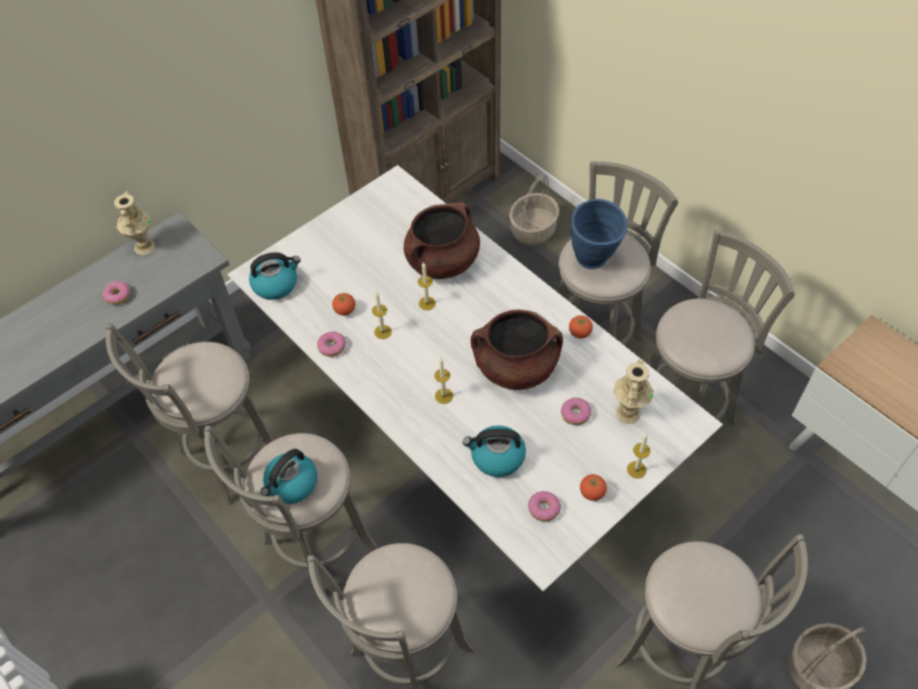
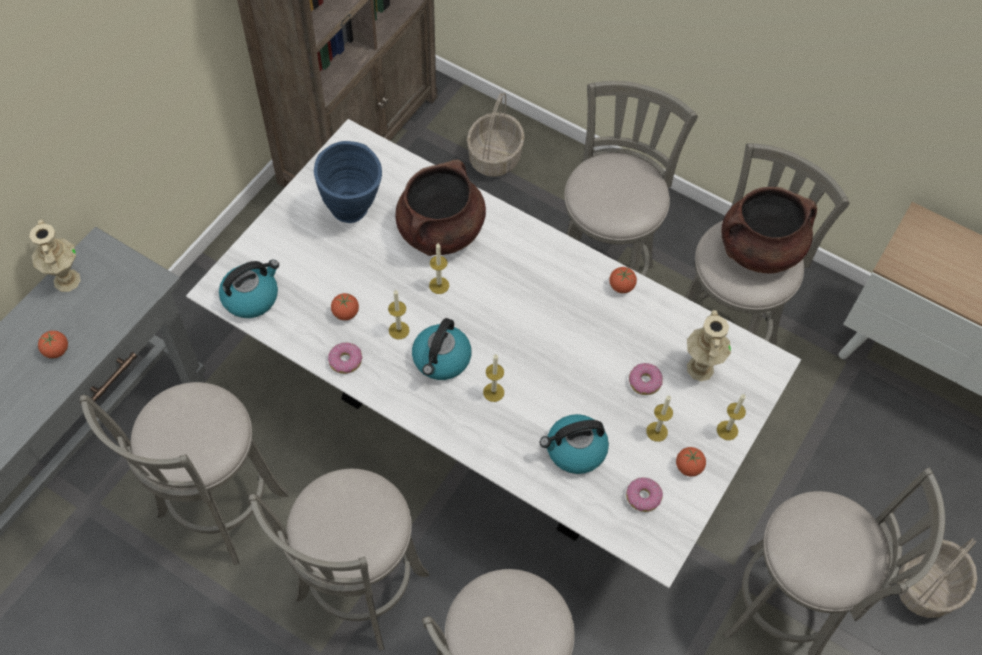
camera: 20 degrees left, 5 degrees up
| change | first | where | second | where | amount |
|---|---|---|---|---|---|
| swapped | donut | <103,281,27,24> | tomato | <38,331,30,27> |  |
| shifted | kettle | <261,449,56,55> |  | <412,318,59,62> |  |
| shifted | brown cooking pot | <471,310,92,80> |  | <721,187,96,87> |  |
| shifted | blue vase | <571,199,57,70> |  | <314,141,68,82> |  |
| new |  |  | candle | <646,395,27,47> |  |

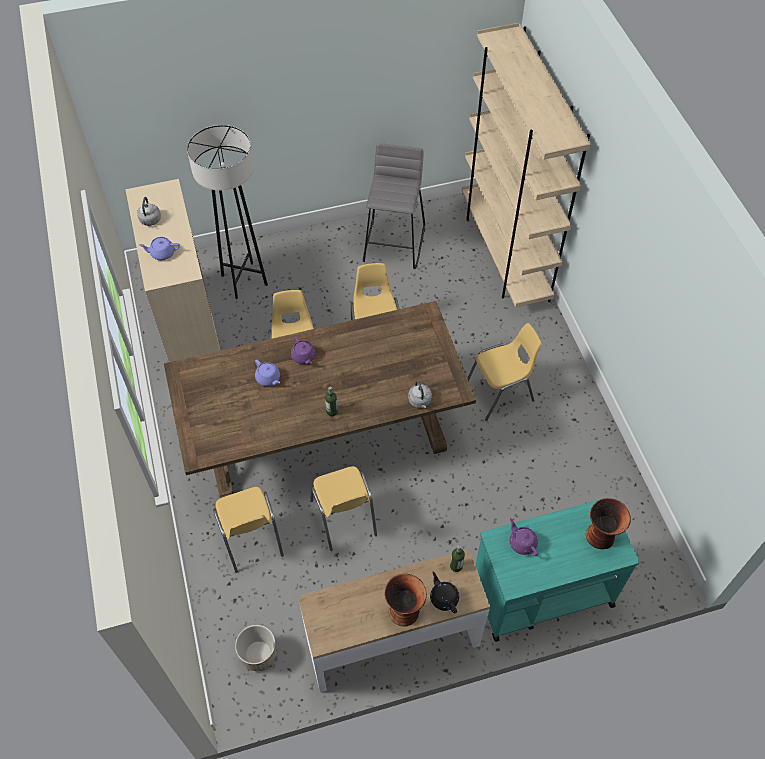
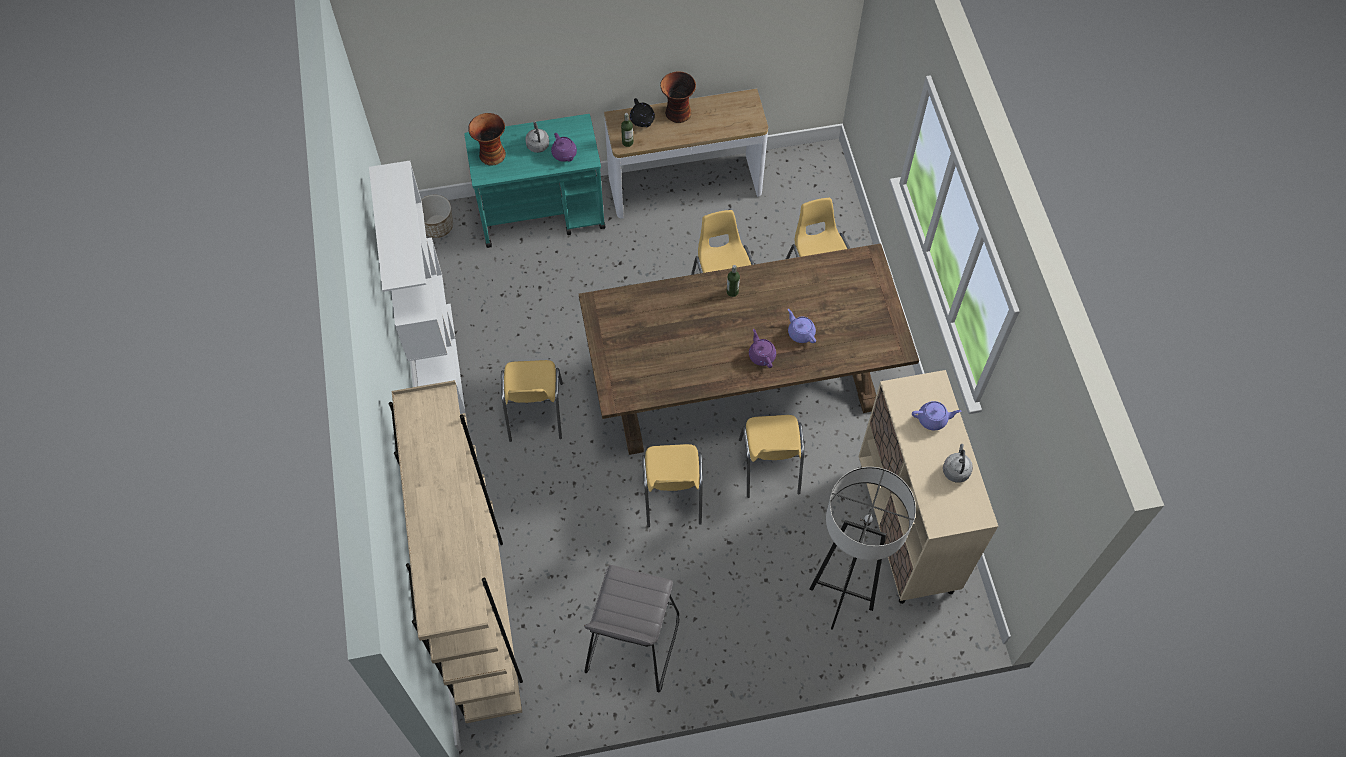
camera: 175 degrees left, 5 degrees up
| change | first | where | second | where | amount |
|---|---|---|---|---|---|
| shifted | planter | <235,625,41,46> |  | <421,195,32,43> |  |
| shifted | grey kettle | <408,380,24,28> |  | <525,121,24,32> |  |
| rotated | yellow chair | <468,323,74,98> |  | <501,360,62,82> | 75 degrees counterclockwise |
| new |  |  | white bookcase | <369,161,97,253> |  |

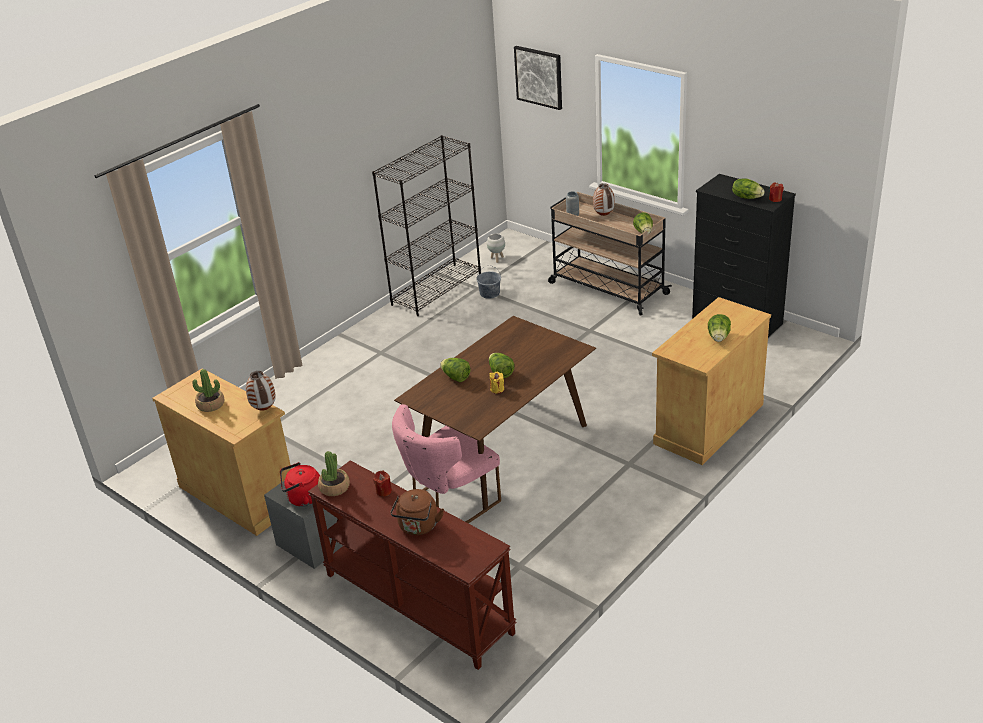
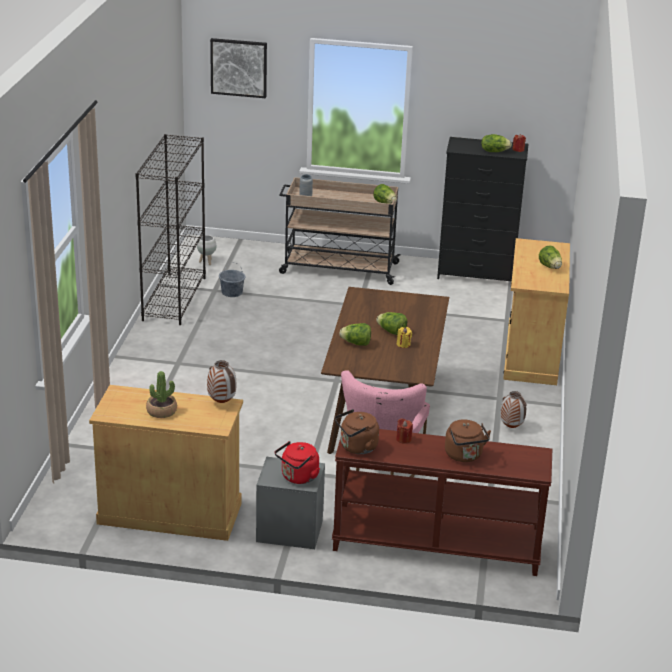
camera: 35 degrees left, 5 degrees down
| change | first | where | second | where | amount |
|---|---|---|---|---|---|
| swapped | potted plant | <318,451,32,45> | brown kettle | <335,409,44,45> |  |
| shifted | vase | <593,183,22,33> |  | <500,391,27,37> |  |

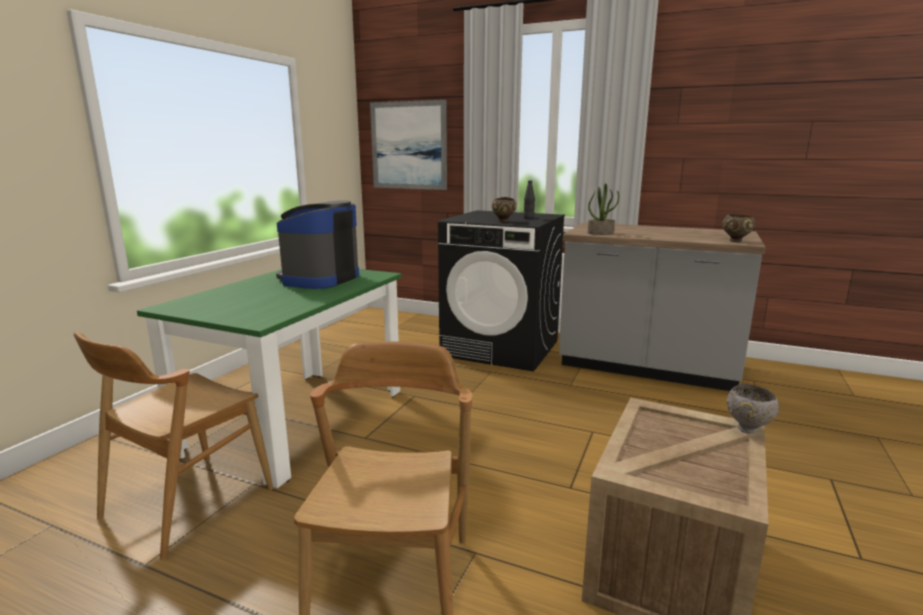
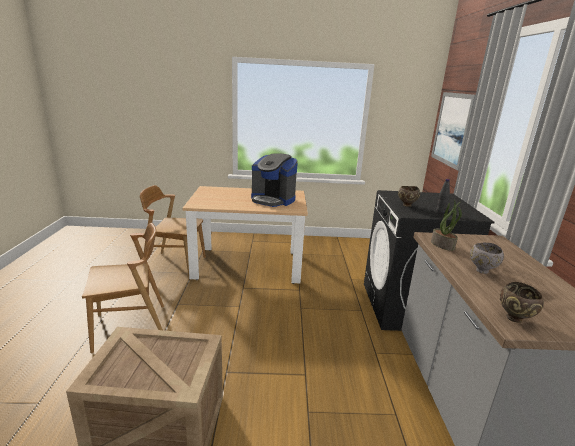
camera: 65 degrees right, 5 degrees up
| change | first | where | second | where | amount |
|---|---|---|---|---|---|
| repainted | green dining table | <137,269,265,219> | beige dining table | <182,186,126,98> |  |
| rotated | coffee machine | <276,200,83,89> |  | <251,153,47,54> | 150 degrees counterclockwise |
| shifted | grey bowl | <727,384,52,50> |  | <470,243,34,31> |  |

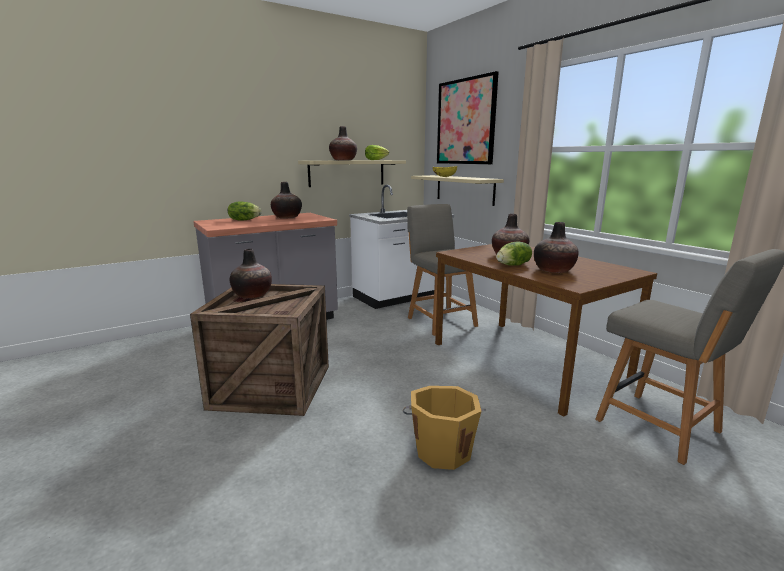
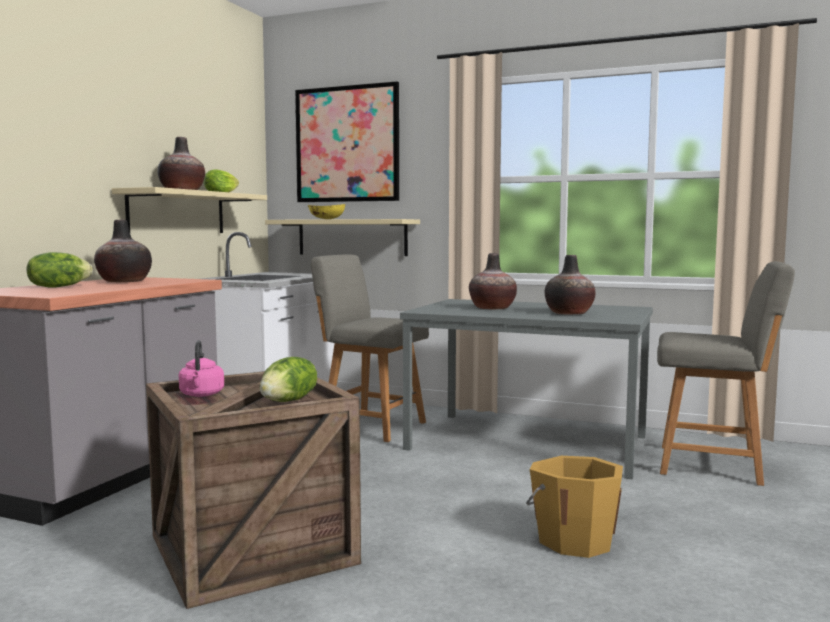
camera: 35 degrees left, 10 degrees down
| change | first | where | second | where | amount |
|---|---|---|---|---|---|
| swapped | vase | <230,249,42,49> | pink kettle | <179,340,45,57> |  |
| repainted | brown dining table | <435,244,222,173> | grey dining table | <400,299,253,181> |  |
| shifted | lettuce | <496,242,36,24> |  | <259,357,58,45> |  |

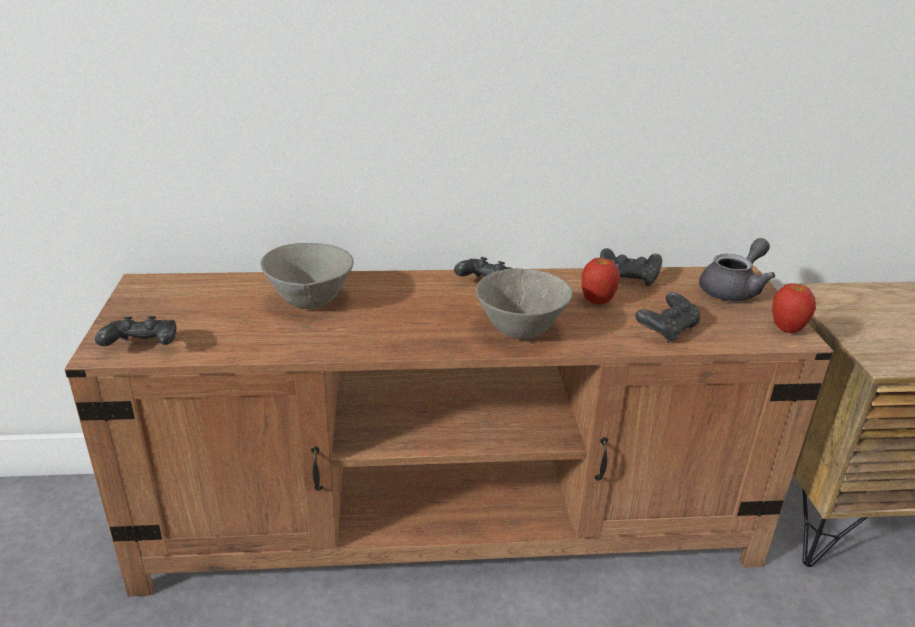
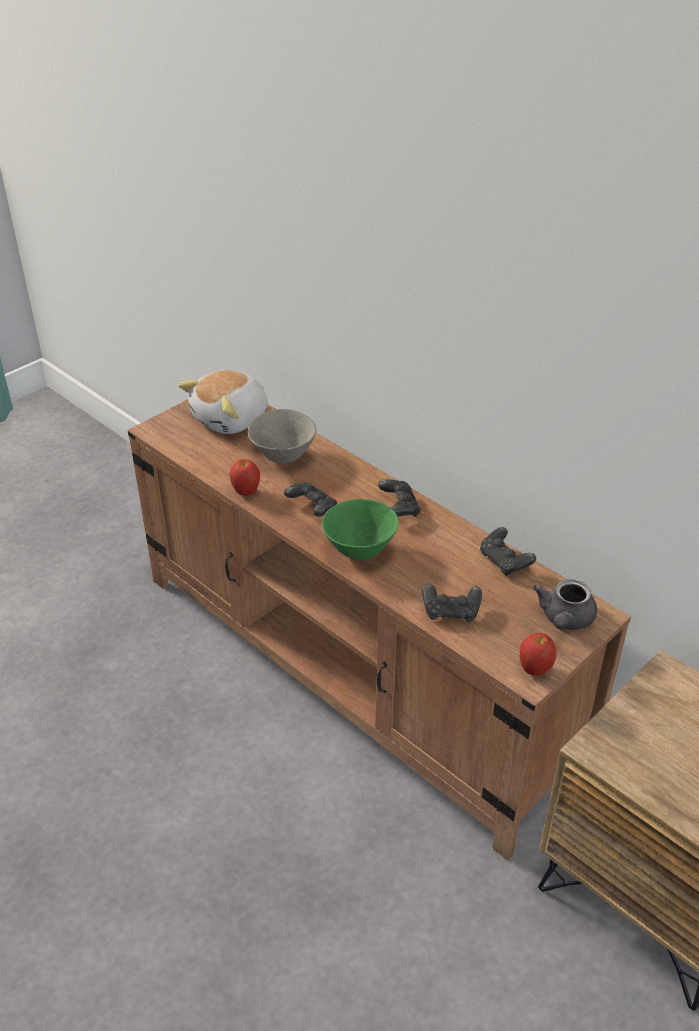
camera: 50 degrees right, 10 degrees up
| change | first | where | second | where | amount |
|---|---|---|---|---|---|
| shifted | black game controller | <95,316,82,30> |  | <284,482,53,35> |  |
| repainted | grey bowl | <476,268,97,71> | green bowl | <322,499,77,61> |  |
| shifted | apple | <582,257,38,48> |  | <229,459,31,37> |  |
| rotated | grey teapot | <699,238,76,63> |  | <533,579,64,51> | 105 degrees clockwise |
| new |  |  | plush toy | <178,370,90,64> |  |

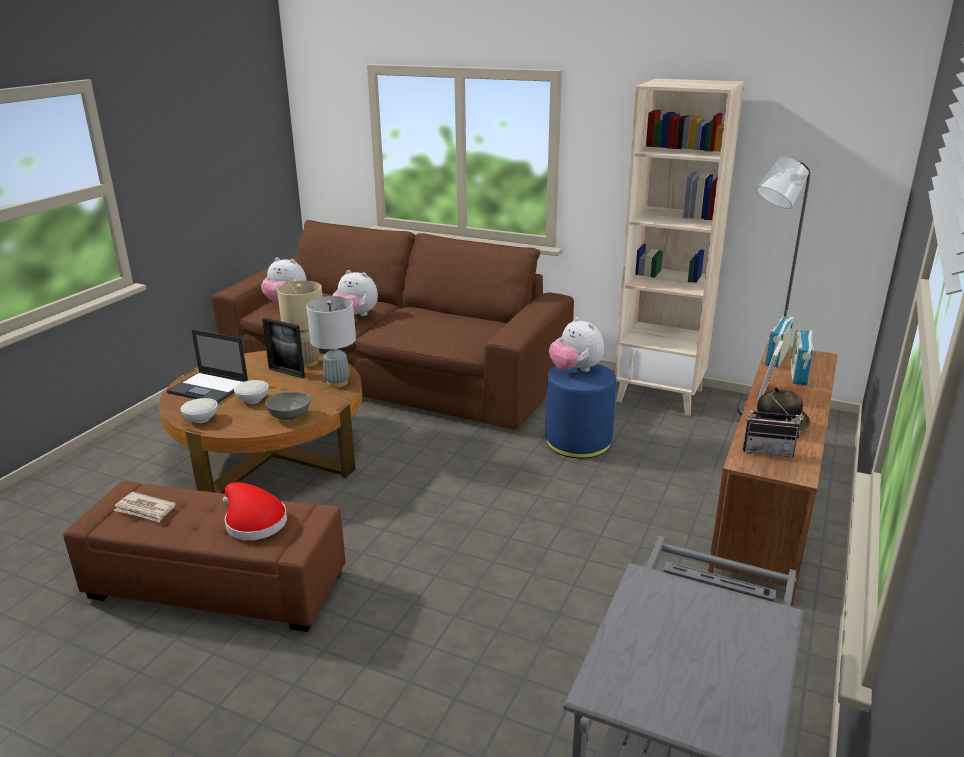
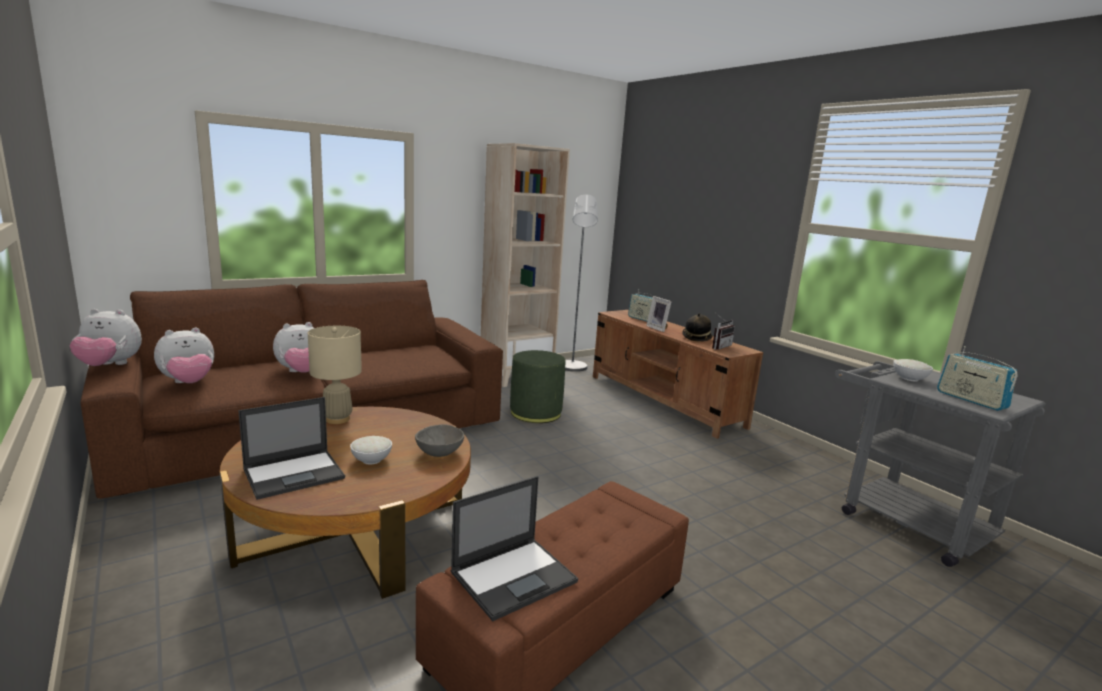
camera: 60 degrees left, 10 degrees down
| change | first | where | second | where | amount |
|---|---|---|---|---|---|
| swapped | newspaper | <113,492,63,30> | laptop | <451,476,127,145> |  |
| shifted | white bowl | <181,398,37,25> |  | <893,359,40,22> |  |
| gone | red hat | <223,482,64,58> |  |  |  |
| gone | picture frame | <262,318,43,60> |  |  |  |
| gone | grey table lamp | <306,296,50,92> |  |  |  |
| repainted | blue ottoman | <545,364,71,94> | green ottoman | <510,350,55,73> |  |
| shifted | plush toy | <549,317,55,55> |  | <70,309,72,57> |  |
| shifted | radio | <765,310,29,58> |  | <937,346,81,65> |  |

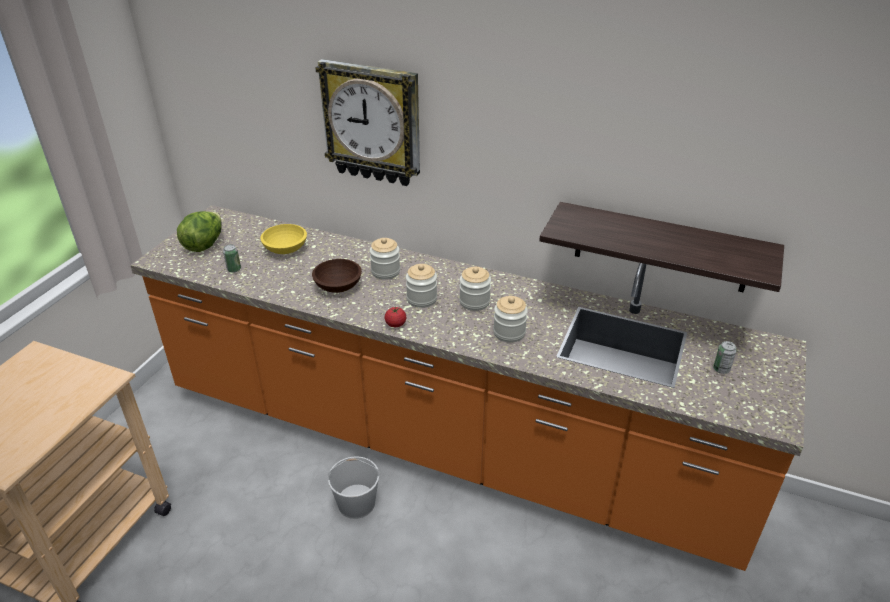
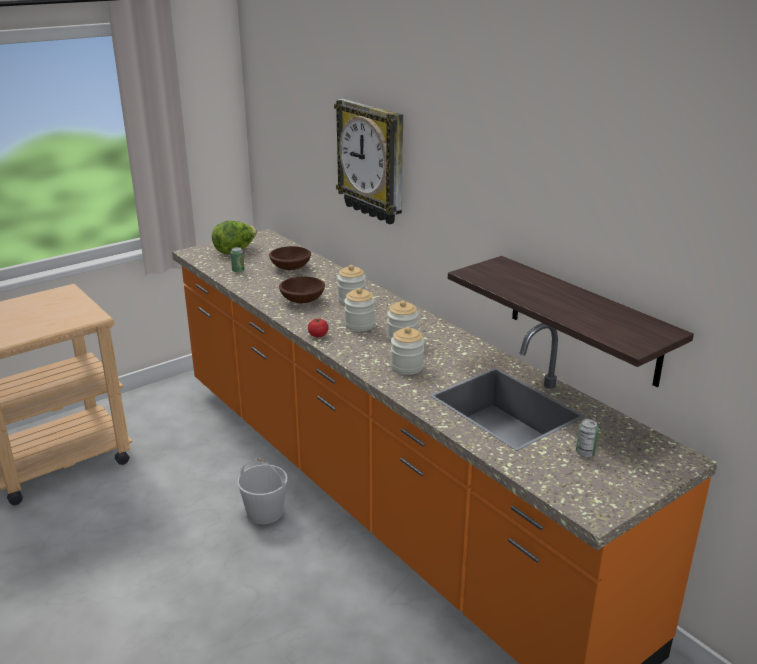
camera: 30 degrees right, 10 degrees down
| change | first | where | second | where | amount |
|---|---|---|---|---|---|
| repainted | yellow bowl | <260,224,47,30> | brown bowl | <269,246,42,24> |  |

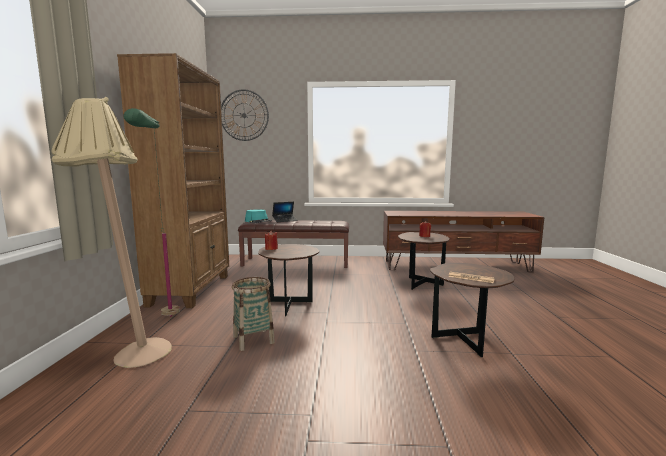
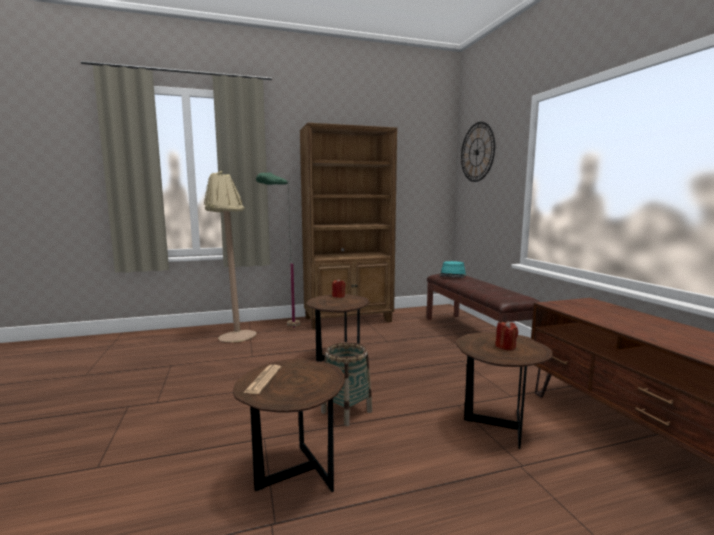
camera: 70 degrees right, 0 degrees up
| change | first | where | second | where | amount |
|---|---|---|---|---|---|
| shifted | basket | <232,277,43,74> |  | <321,342,51,84> |  |
| gone | laptop | <272,202,25,20> |  |  |  |

